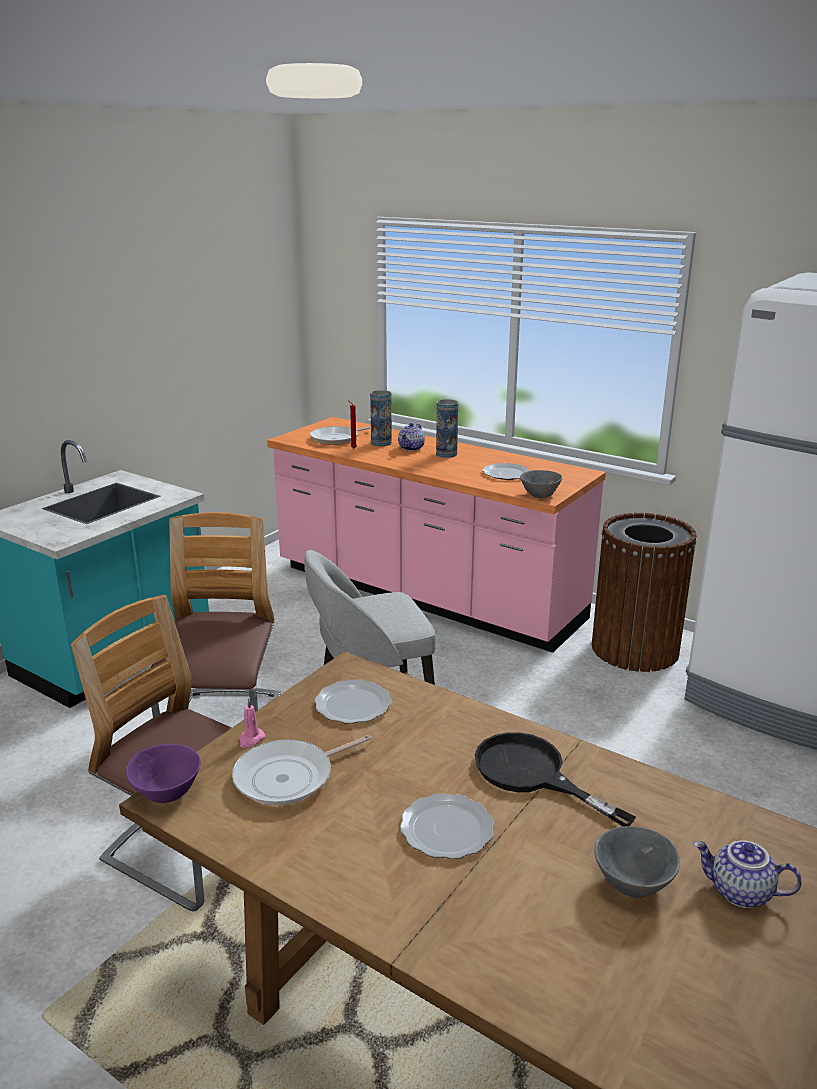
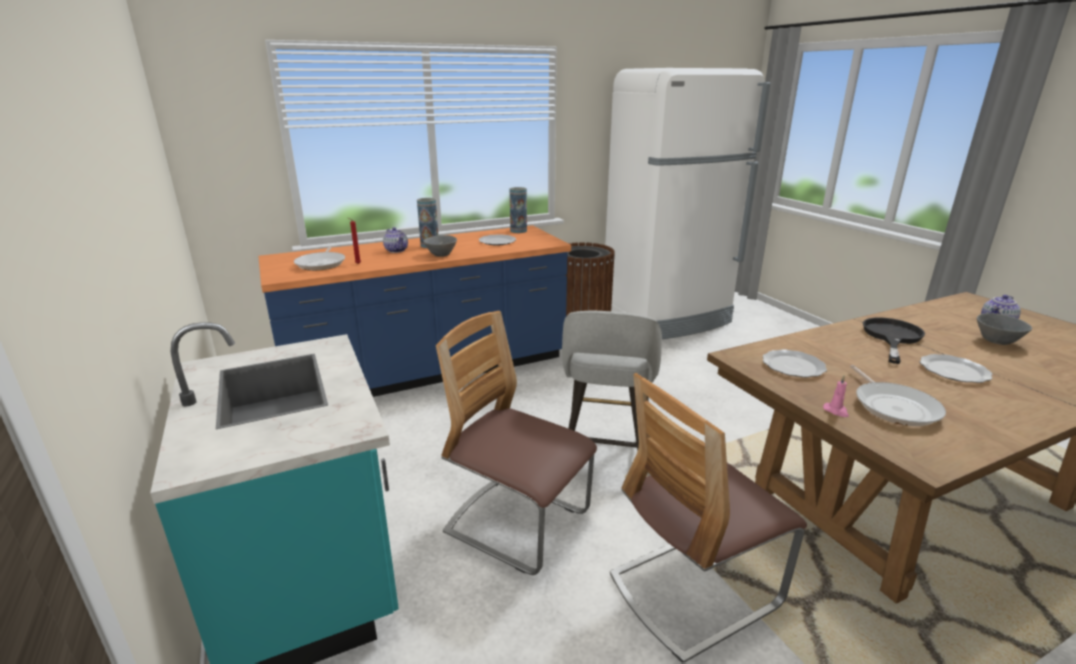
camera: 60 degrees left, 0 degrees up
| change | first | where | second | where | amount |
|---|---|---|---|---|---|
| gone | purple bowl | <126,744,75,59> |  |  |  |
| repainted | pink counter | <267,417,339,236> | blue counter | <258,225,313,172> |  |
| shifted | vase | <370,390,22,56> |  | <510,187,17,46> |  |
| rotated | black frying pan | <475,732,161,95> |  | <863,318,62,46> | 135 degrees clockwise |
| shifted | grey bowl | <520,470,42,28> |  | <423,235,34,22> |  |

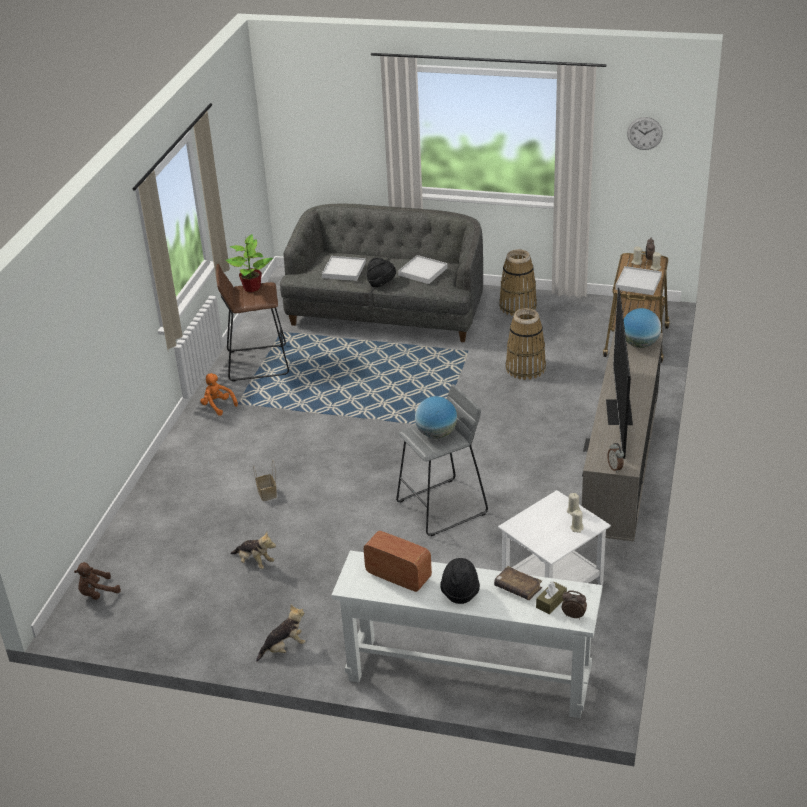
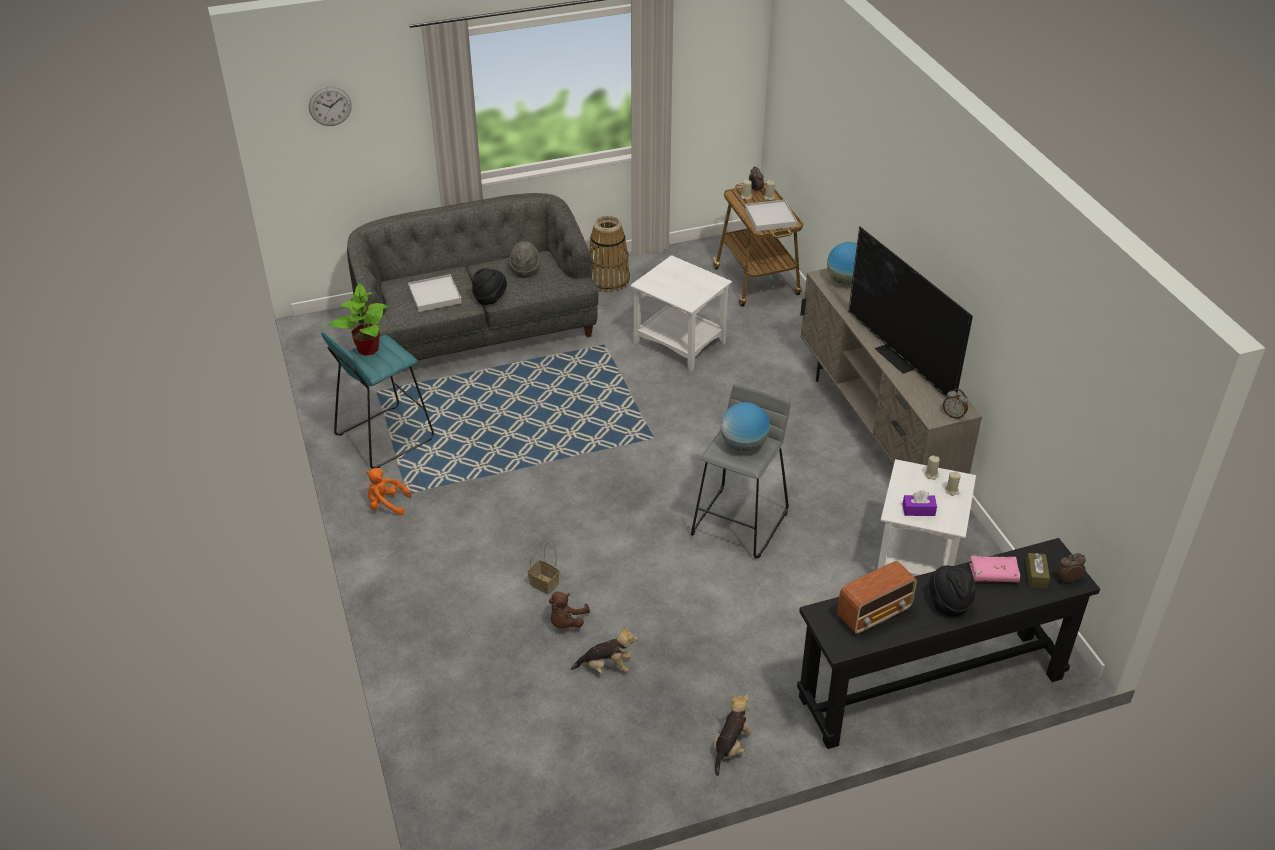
camera: 35 degrees left, 5 degrees up
| change | first | where | second | where | amount |
|---|---|---|---|---|---|
| shifted | brown plush toy | <74,562,47,38> |  | <549,592,41,37> |  |
| repainted | brown stool | <216,264,73,118> | turquoise stool | <321,332,113,137> |  |
| repainted | white console table | <332,550,271,168> | black console table | <797,538,303,211> |  |
| rotated | radio | <364,531,68,61> |  | <837,561,80,73> | 150 degrees clockwise |
| swapped | white tray | <398,255,50,29> | grey hat | <508,241,32,37> |  |
| repainted | brown book | <494,566,48,34> | pink book | <969,556,51,27> |  |
| swapped | basket | <506,308,40,72> | white side table | <630,255,102,117> |  |
| shifted | wall clock | <627,117,36,33> |  | <309,87,43,39> |  |
| new |  |  | purple tissue box | <902,490,35,26> |  |

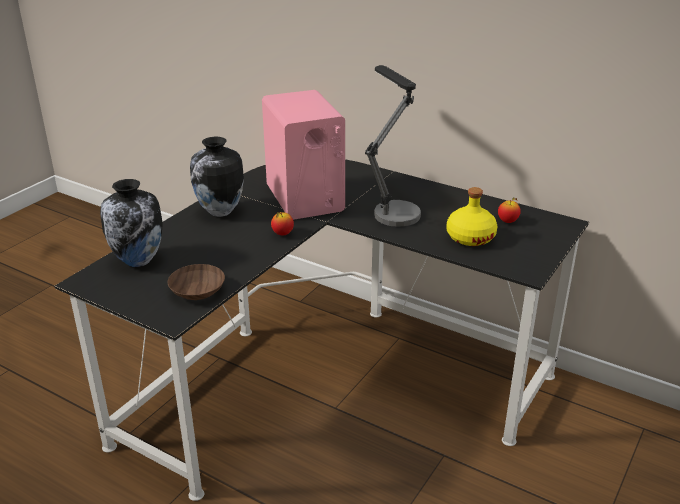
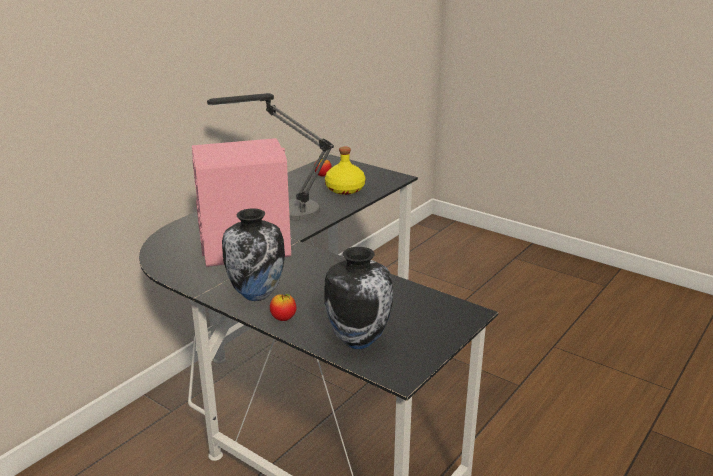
camera: 85 degrees left, 5 degrees down
| change | first | where | second | where | amount |
|---|---|---|---|---|---|
| gone | brown bowl | <167,264,58,36> |  |  |  |
| shifted | apple | <271,212,23,23> |  | <270,294,26,27> |  |

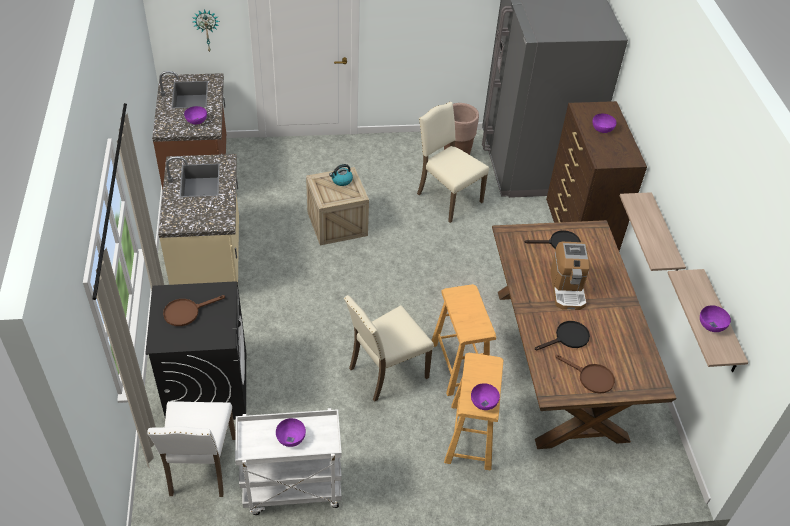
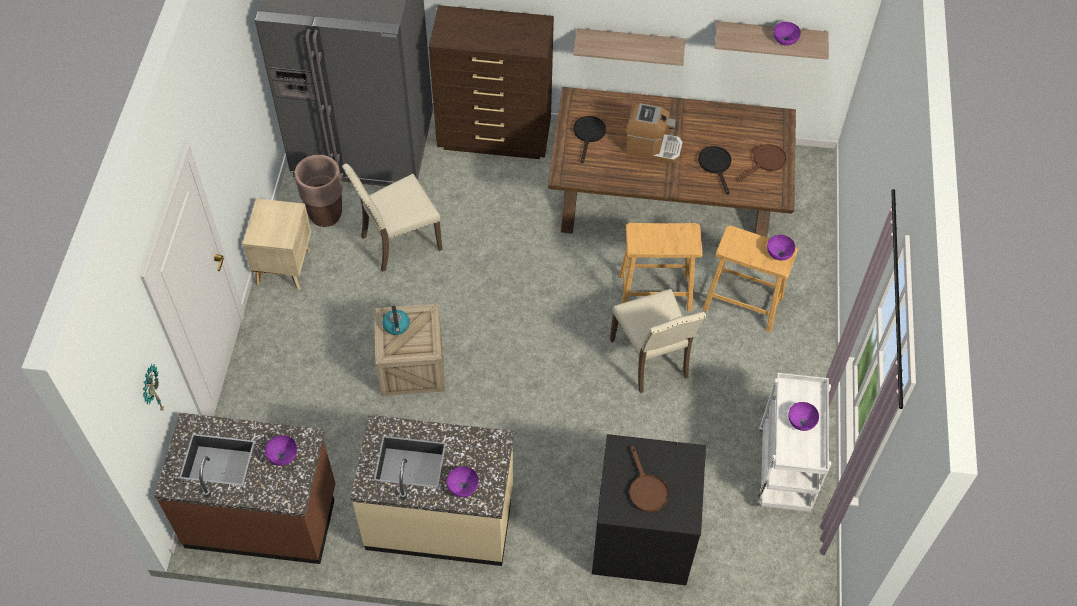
camera: 75 degrees left, 10 degrees up
| change | first | where | second | where | amount |
|---|---|---|---|---|---|
| gone | white chair | <147,401,89,96> |  |  |  |
| shifted | purple bowl | <593,114,24,19> |  | <447,466,32,31> |  |
| new |  |  | beige nightstand | <242,199,69,91> |  |

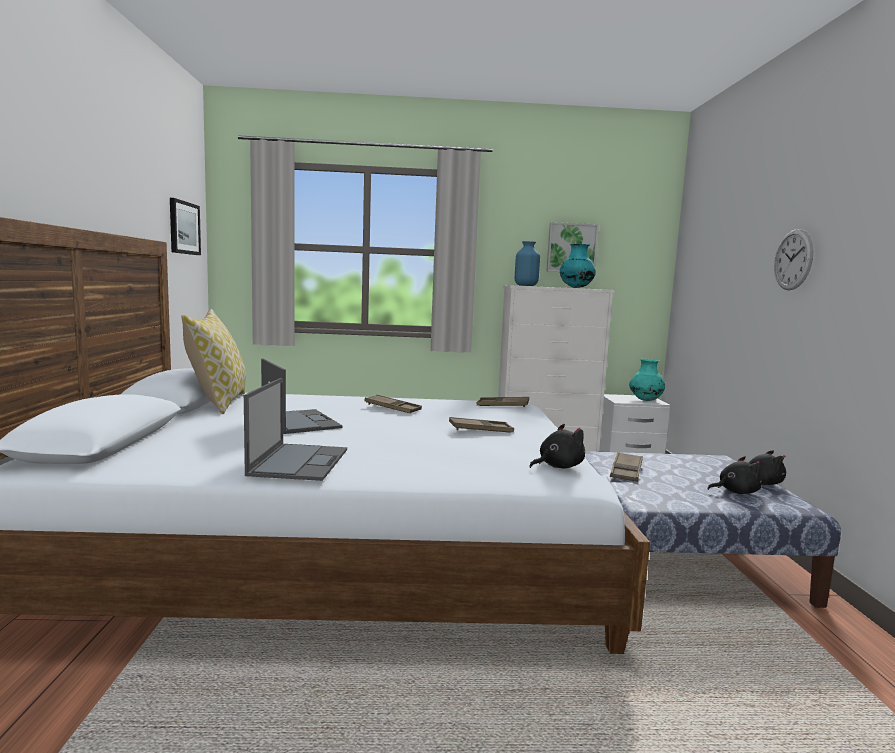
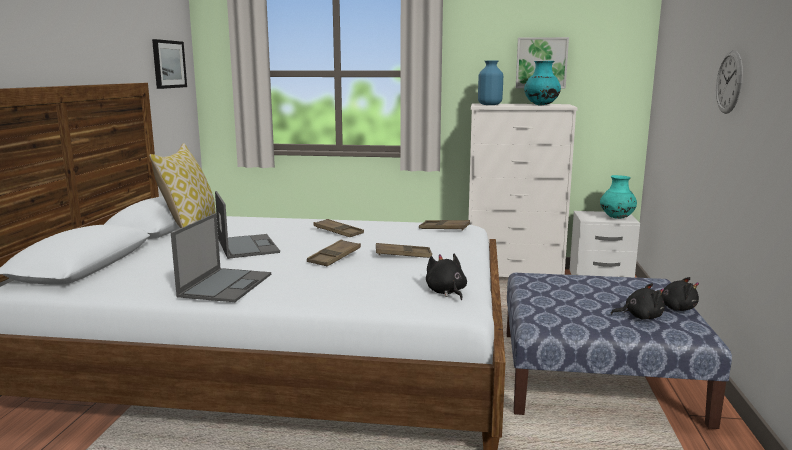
camera: 10 degrees right, 5 degrees up
| change | first | where | second | where | amount |
|---|---|---|---|---|---|
| rotated | black plush toy | <530,424,55,44> |  | <426,254,41,46> | 90 degrees counterclockwise |
| shifted | brown tray | <610,452,33,29> |  | <307,239,54,27> |  |

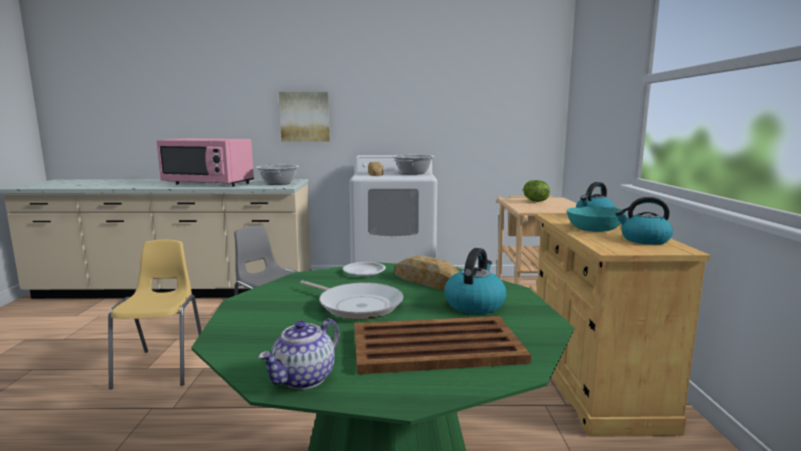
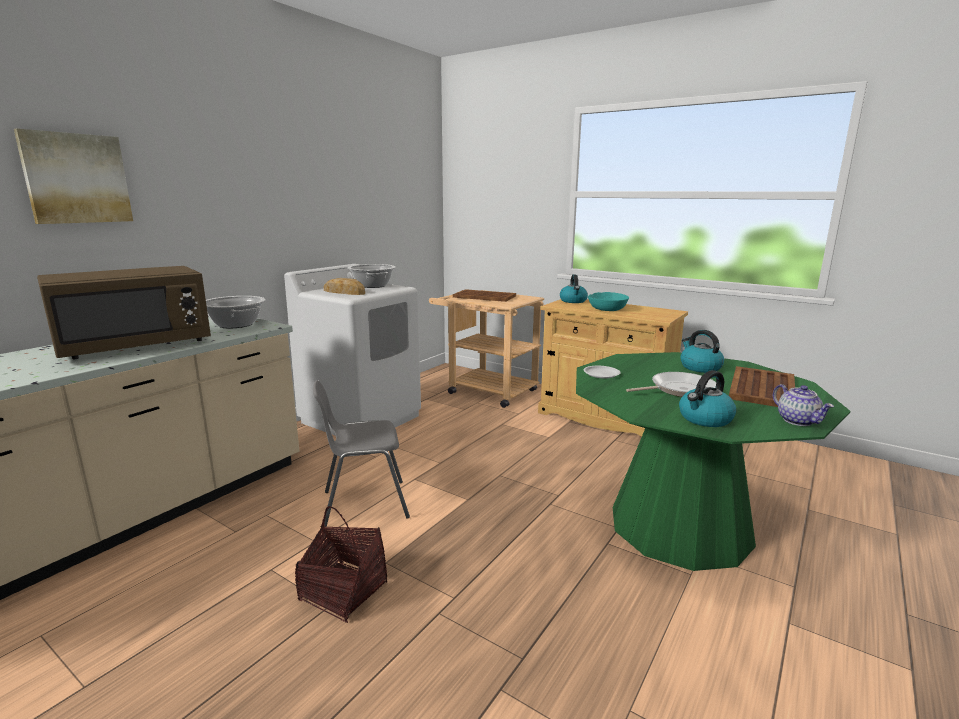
camera: 55 degrees left, 5 degrees up
| change | first | where | second | where | amount |
|---|---|---|---|---|---|
| swapped | yellow chair | <108,240,94,149> | basket | <295,506,92,117> |  |
| repainted | pink microwave | <156,138,98,49> | brown microwave | <37,266,174,93> |  |
| shifted | picture | <279,92,51,49> |  | <14,129,119,95> |  |
| gone | bread | <395,255,64,35> |  |  |  |
| swapped | lettuce | <523,180,27,22> | brown tray | <453,289,63,13> |  |
| shifted | kettle | <616,197,57,48> |  | <679,370,57,57> |  |

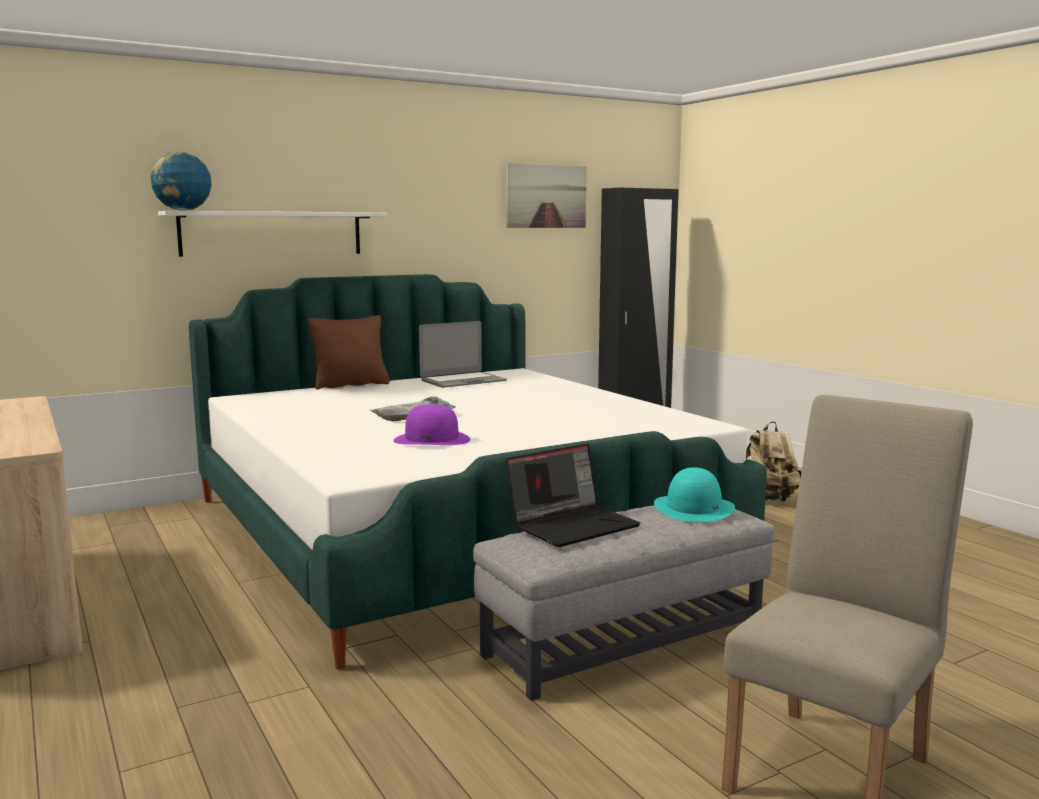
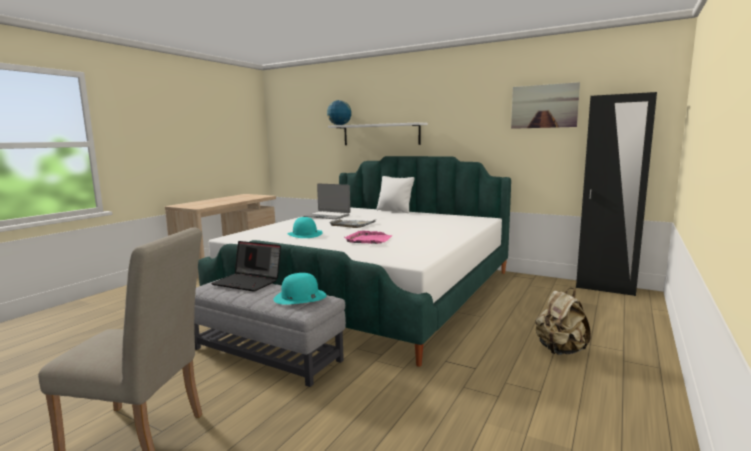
camera: 60 degrees right, 0 degrees up
| change | first | where | second | where | amount |
|---|---|---|---|---|---|
| repainted | brown pillow | <308,315,82,75> | white pillow | <376,176,39,37> |  |
| repainted | purple hat | <393,404,77,41> | turquoise hat | <287,217,36,21> |  |
| shifted | laptop | <419,321,88,67> |  | <302,184,48,35> |  |
| new |  |  | pink tray | <344,231,49,13> |  |

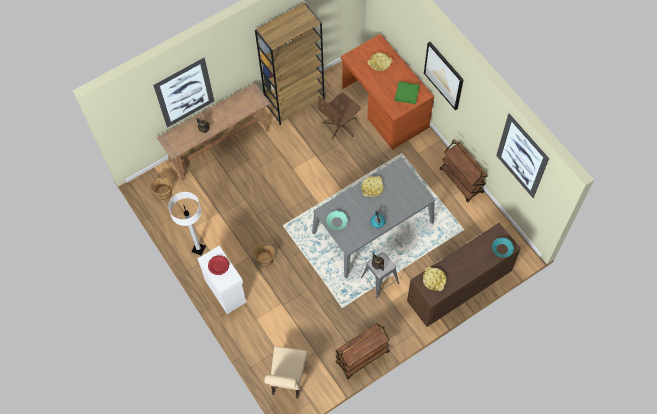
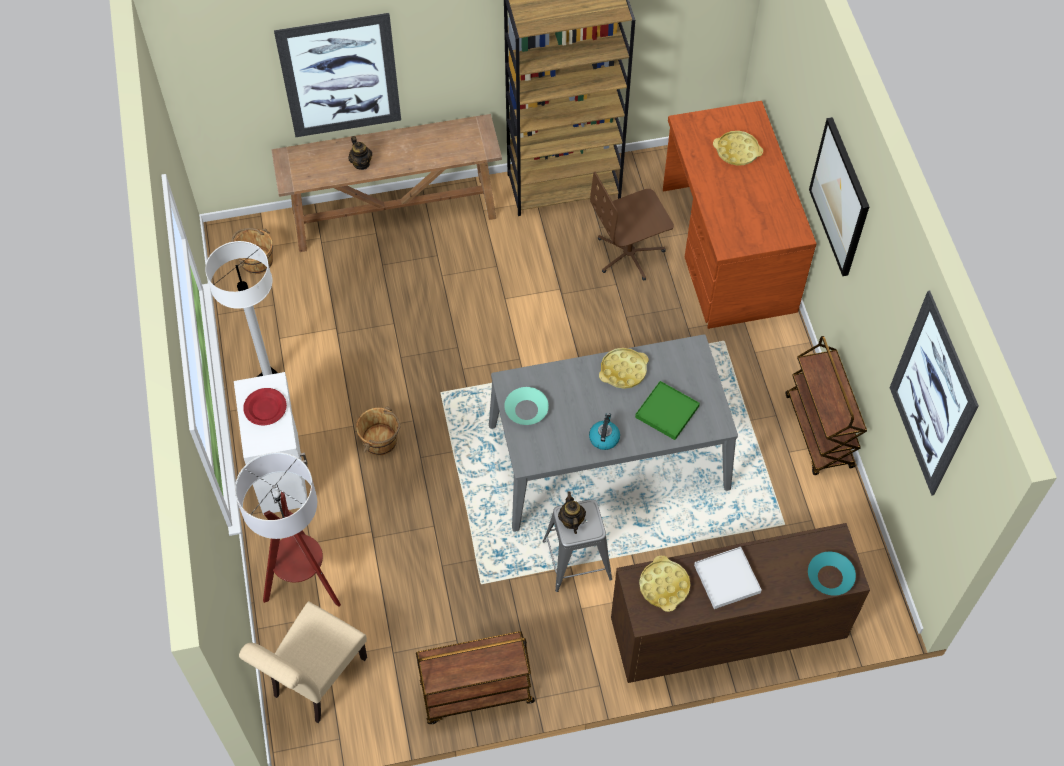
camera: 20 degrees right, 5 degrees down
| change | first | where | second | where | amount |
|---|---|---|---|---|---|
| shifted | green tray | <395,81,25,23> |  | <635,381,65,59> |  |
| new |  |  | floor lamp | <235,452,106,154> |  |
| new |  |  | white tray | <694,547,68,62> |  |

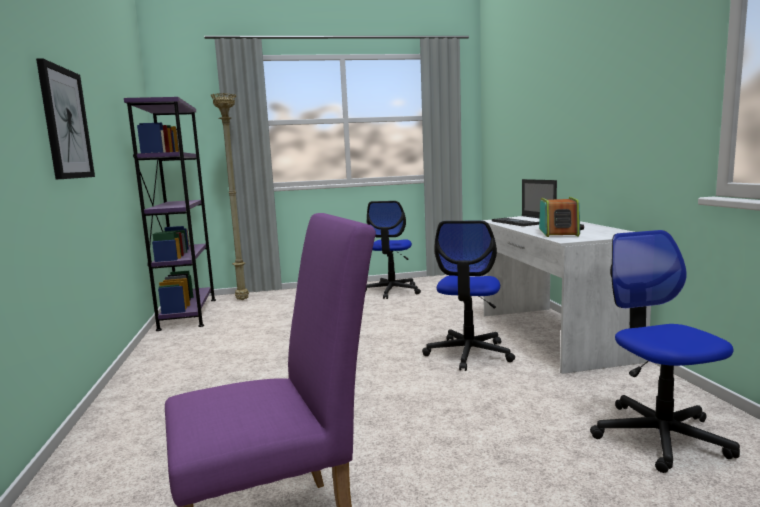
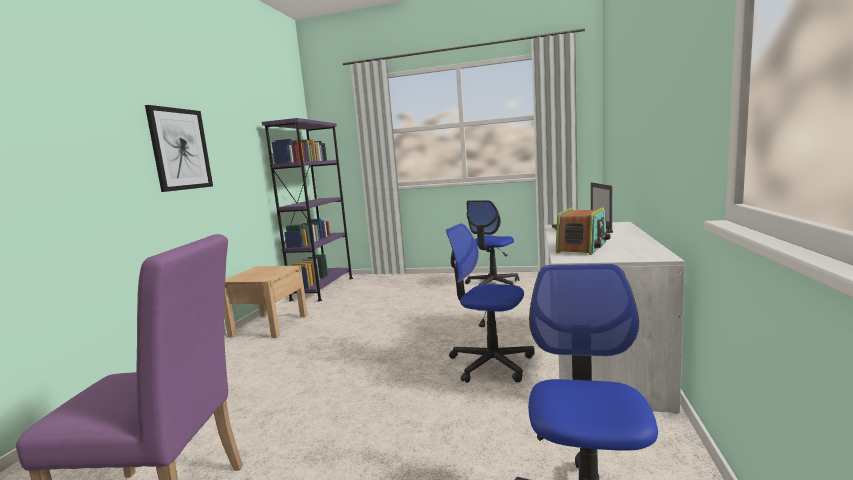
camera: 25 degrees right, 0 degrees up
| change | first | where | second | where | amount |
|---|---|---|---|---|---|
| gone | beige floor lamp | <210,93,39,207> |  |  |  |
| rotated | office chair | <422,221,93,150> |  | <446,223,88,160> | 75 degrees clockwise |
| new |  |  | beige nightstand | <224,266,84,72> |  |

